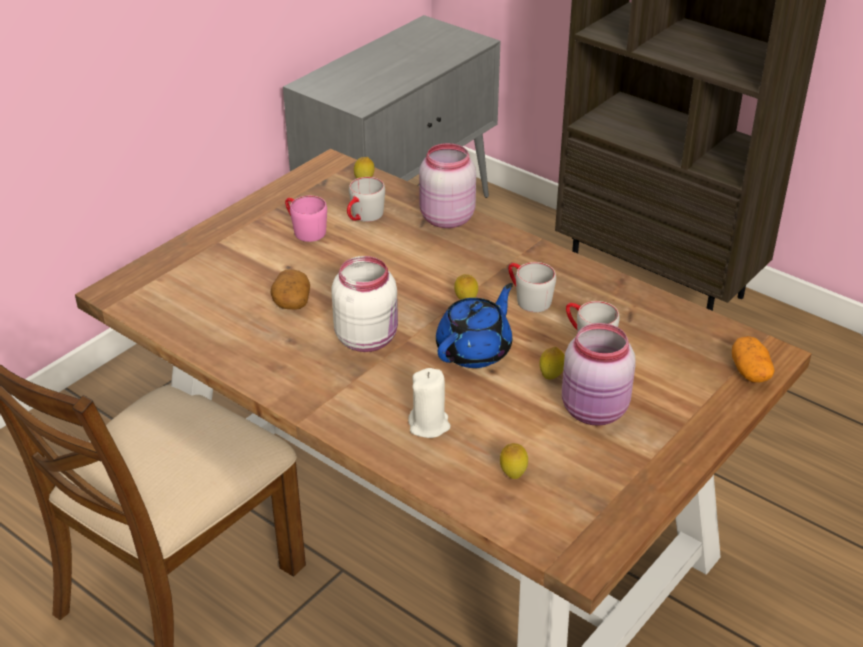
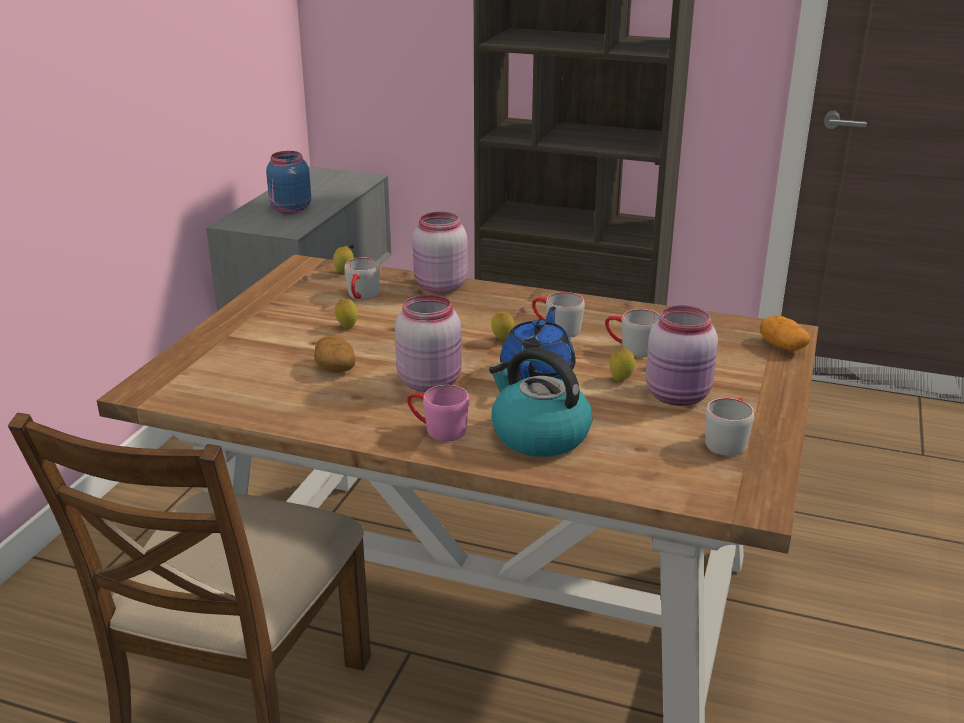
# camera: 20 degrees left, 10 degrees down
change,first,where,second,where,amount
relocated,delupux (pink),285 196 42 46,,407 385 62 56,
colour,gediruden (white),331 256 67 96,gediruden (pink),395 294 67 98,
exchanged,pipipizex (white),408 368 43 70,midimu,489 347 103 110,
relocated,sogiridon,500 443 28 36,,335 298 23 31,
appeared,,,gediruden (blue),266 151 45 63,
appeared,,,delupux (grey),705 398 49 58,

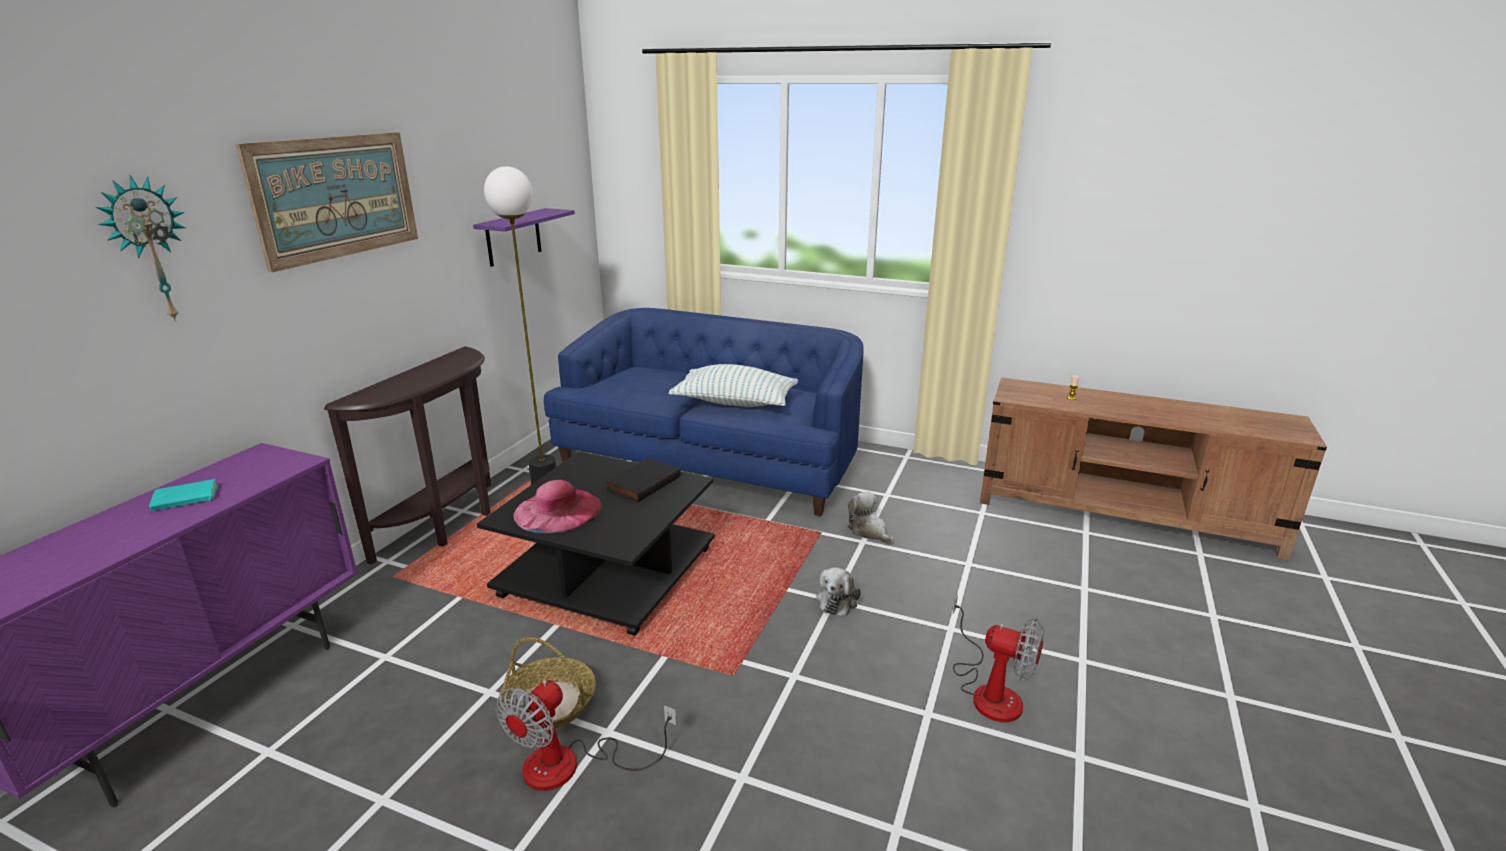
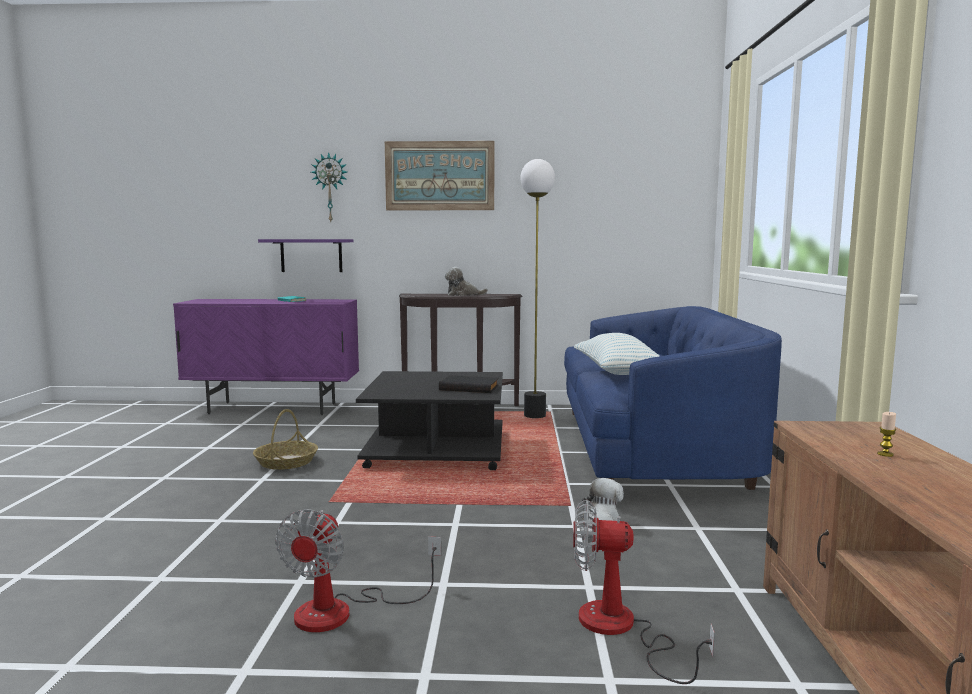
# camera: 70 degrees right, 15 degrees down
change,first,where,second,where,amount
relocated,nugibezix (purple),473 208 102 59,,258 239 96 33,
relocated,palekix,496 680 181 111,,573 500 142 184,
missing,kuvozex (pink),513 480 89 53,,,
relocated,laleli,816 567 45 50,,445 267 43 29,

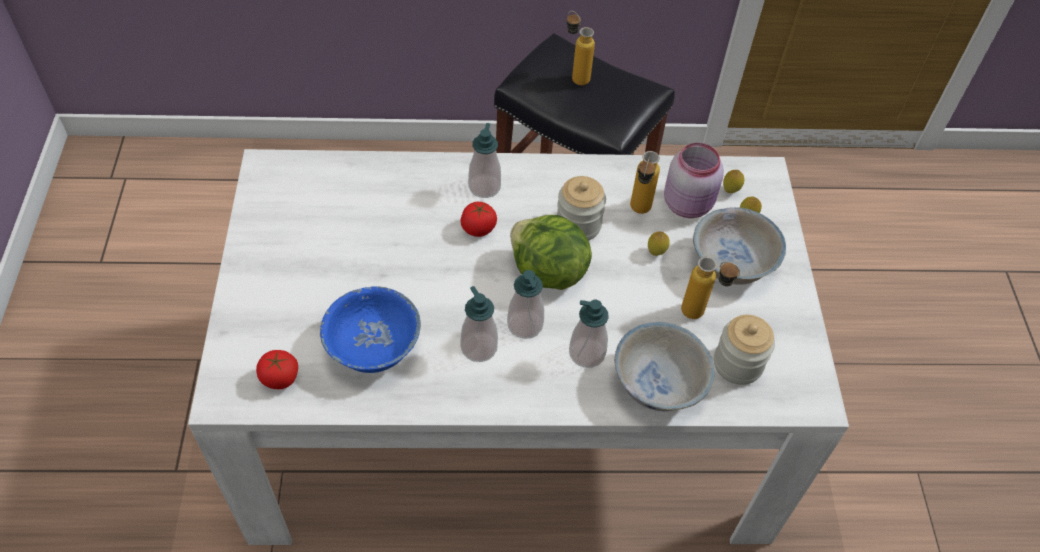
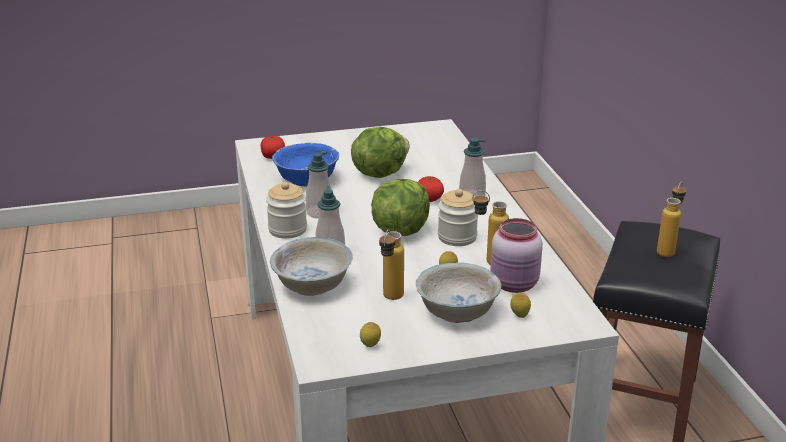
# camera: 80 degrees right, 25 degrees down
change,first,where,second,where,amount
missing,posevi,507 270 37 69,,,
relocated,gediruden,714 315 61 70,,266 182 41 57,
relocated,sogiridon,723 170 21 23,,360 322 21 25,
appeared,,,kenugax,351 127 59 51,

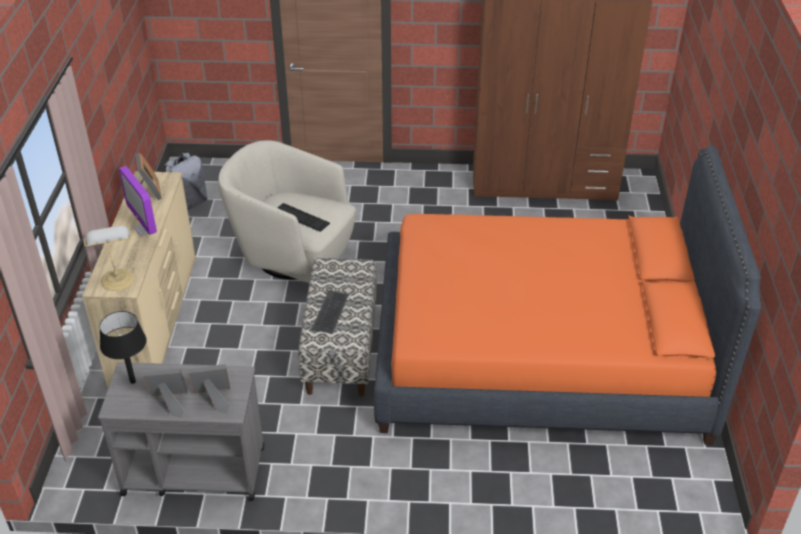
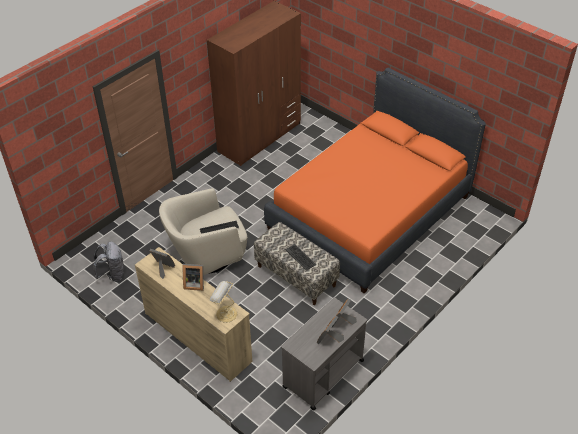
# camera: 50 degrees left, 5 degrees up
change,first,where,second,where,amount
missing,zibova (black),99 311 48 73,,,
exchanged,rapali,119 166 38 70,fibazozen,183 264 21 27,

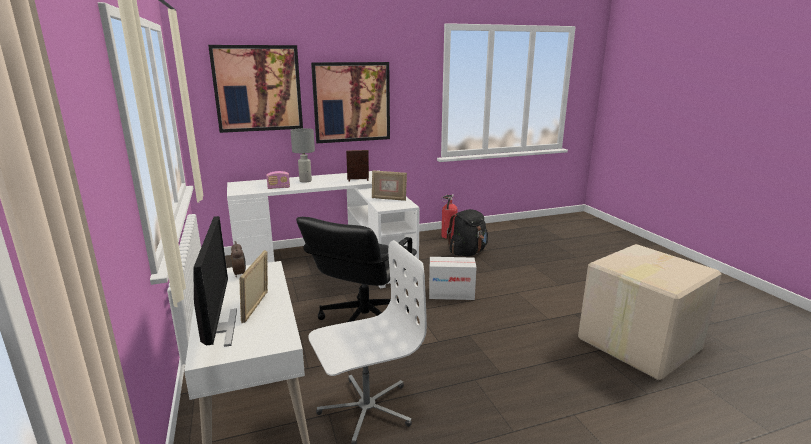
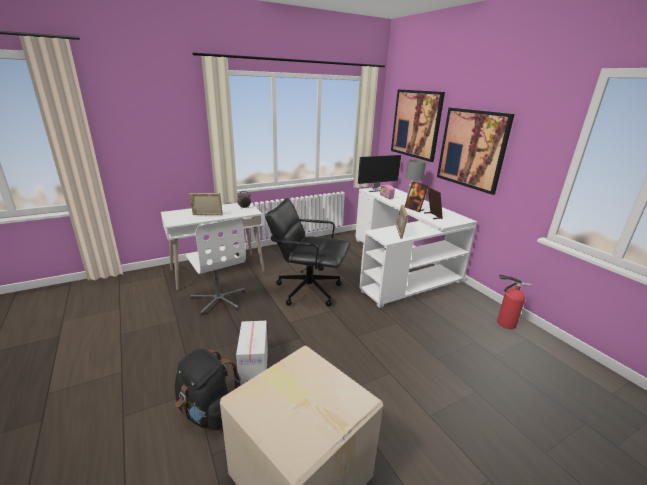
# camera: 80 degrees right, 5 degrees up
change,first,where,second,where,amount
relocated,rapali,193 216 44 131,,358 155 43 37,
relocated,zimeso,429 257 48 43,,236 321 32 65,
relocated,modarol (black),447 209 41 47,,175 349 66 81,
appeared,,,fibazozen,405 181 23 31,

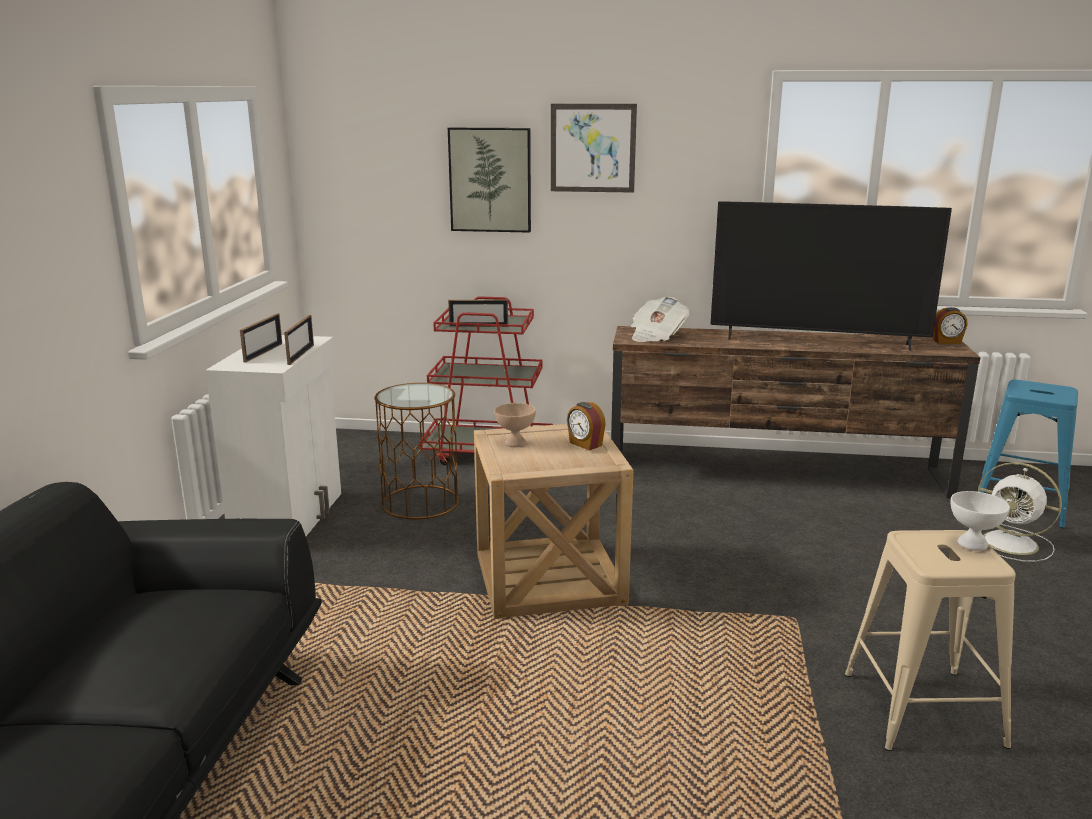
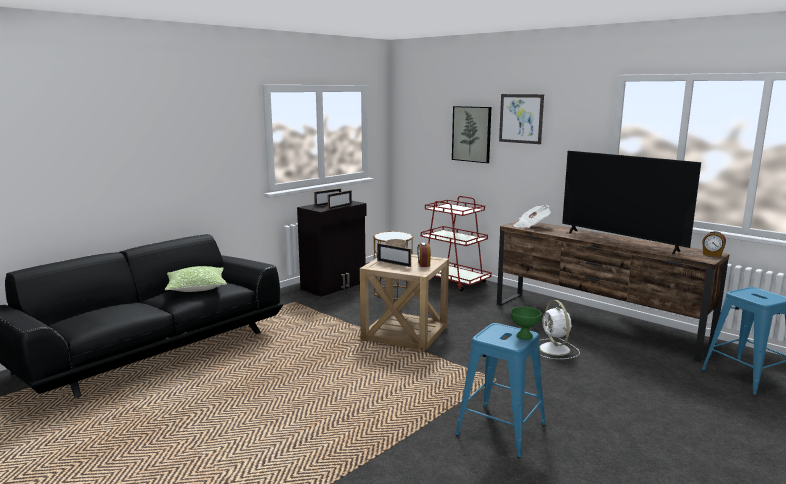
# camera: 35 degrees right, 5 degrees down
change,first,where,second,where,amount
colour,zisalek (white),205 335 136 201,zisalek (black),297 201 70 96,
relocated,fibazozen,448 299 60 28,,377 243 34 24,
colour,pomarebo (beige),845 530 171 221,pomarebo (blue),455 323 91 135,
colour,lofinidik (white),951 491 59 60,lofinidik (green),511 307 31 33,
relocated,palekix (white),978 462 84 100,,539 300 41 59,
appeared,,,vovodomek,165 266 62 26,

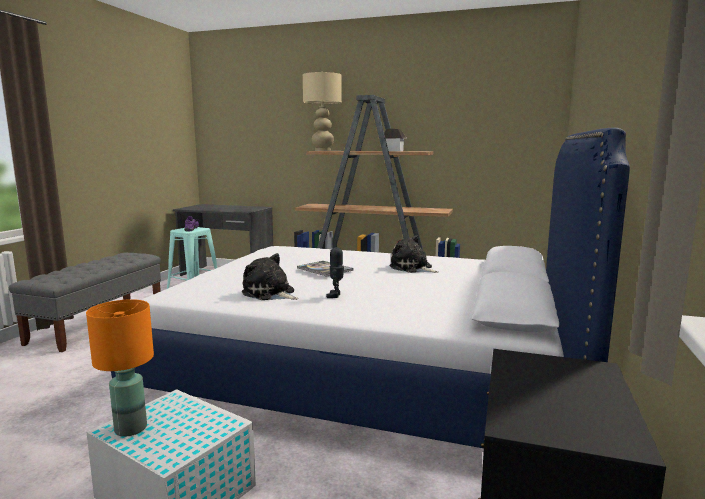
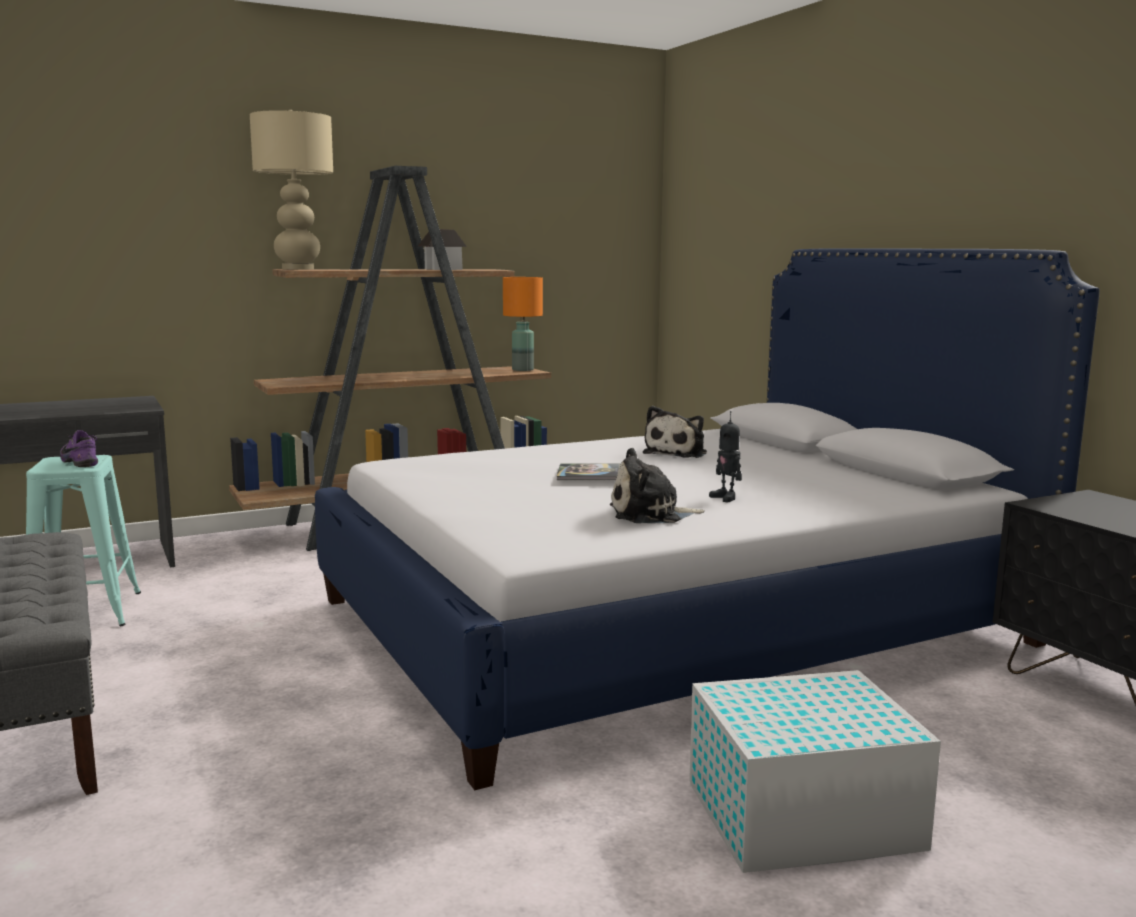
# camera: 45 degrees left, 0 degrees up
change,first,where,second,where,amount
relocated,zibova (orange),86 299 68 138,,503 277 40 94,
spun,laleli,389 235 50 38,,643 406 64 52,60 degrees counterclockwise

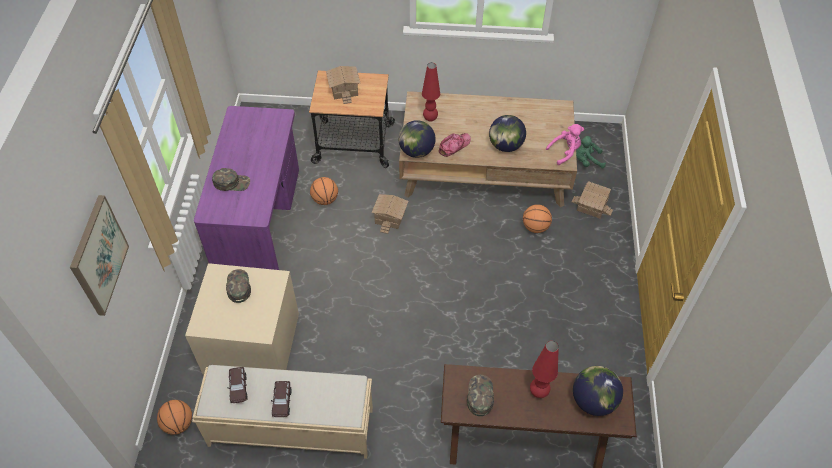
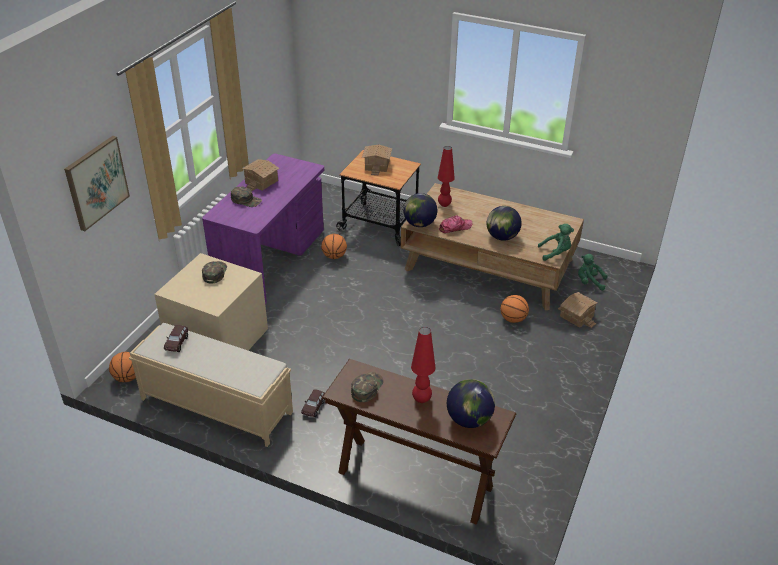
# camera: 20 degrees right, 15 degrees down
change,first,where,second,where,amount
relocated,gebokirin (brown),271 381 20 36,,301 389 24 28,
relocated,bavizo,371 194 38 40,,242 159 38 32,
colour,laleli (pink),546 124 38 41,laleli (green),538 224 36 37,

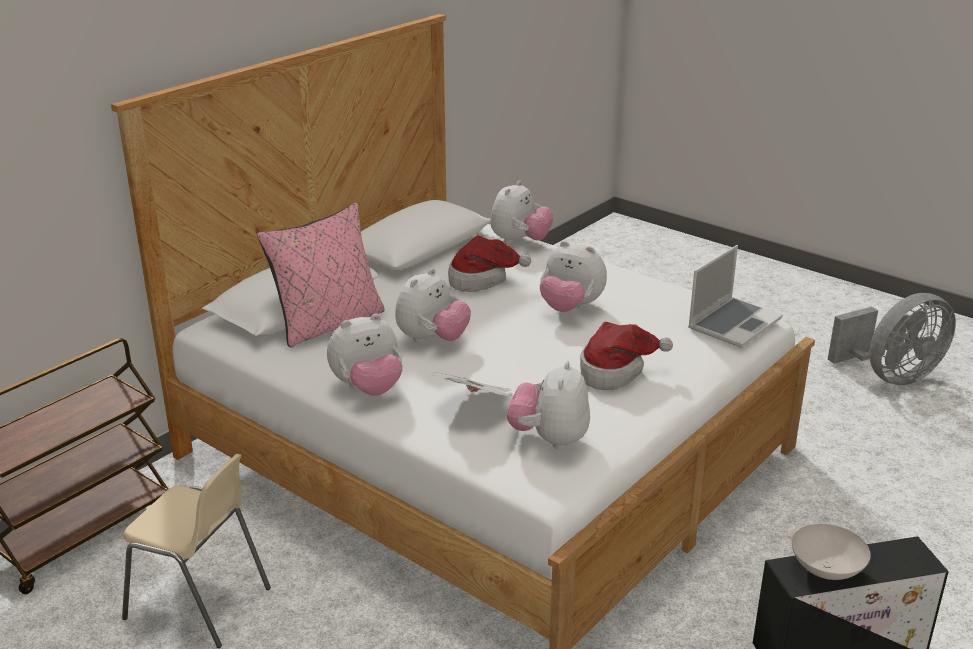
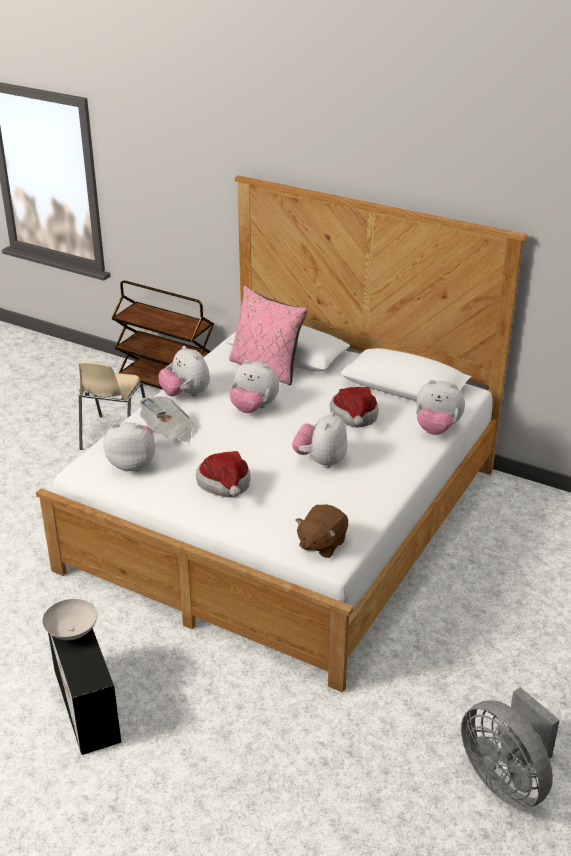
# camera: 80 degrees right, 5 degrees up
change,first,where,second,where,amount
exchanged,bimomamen,688 245 95 103,laleli (brown),296 504 52 54,

